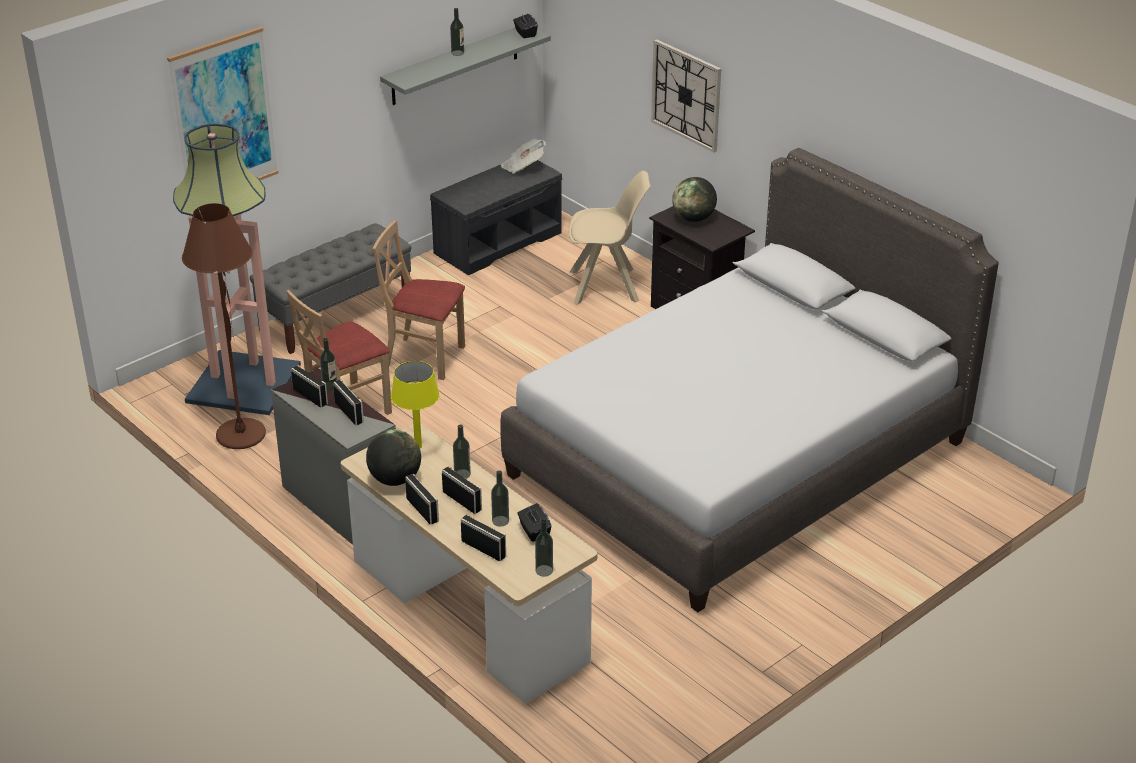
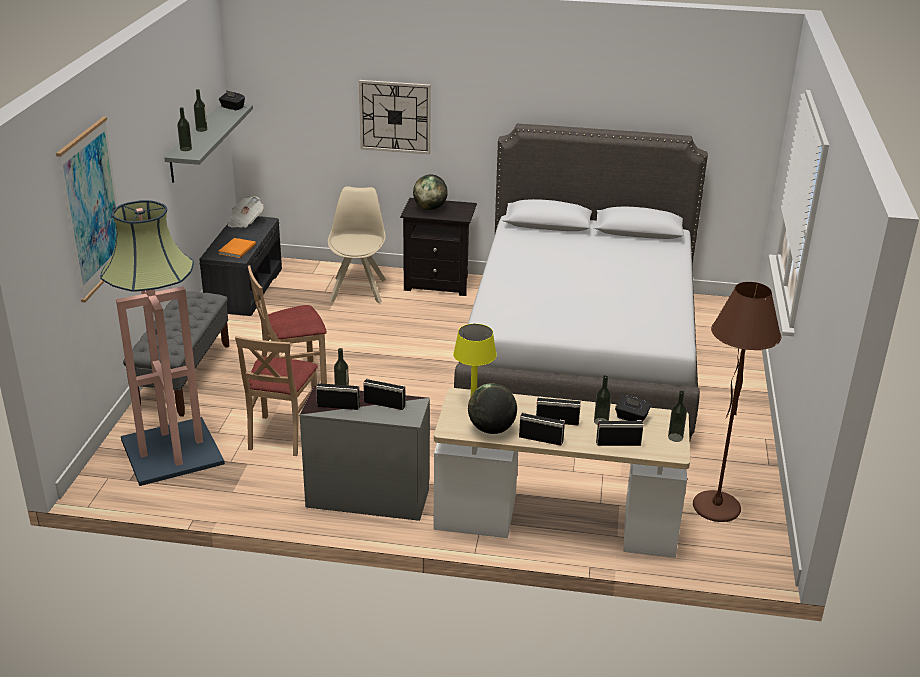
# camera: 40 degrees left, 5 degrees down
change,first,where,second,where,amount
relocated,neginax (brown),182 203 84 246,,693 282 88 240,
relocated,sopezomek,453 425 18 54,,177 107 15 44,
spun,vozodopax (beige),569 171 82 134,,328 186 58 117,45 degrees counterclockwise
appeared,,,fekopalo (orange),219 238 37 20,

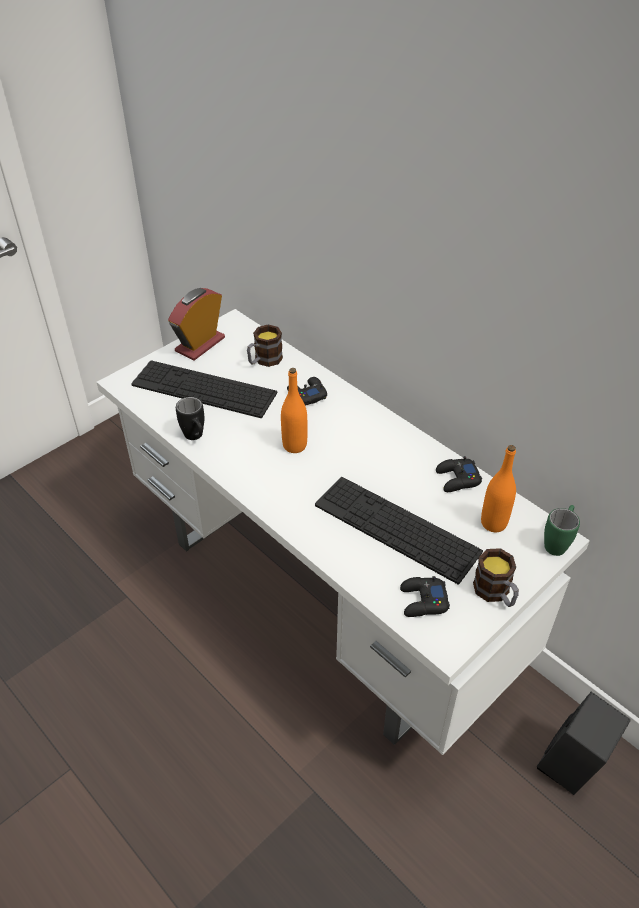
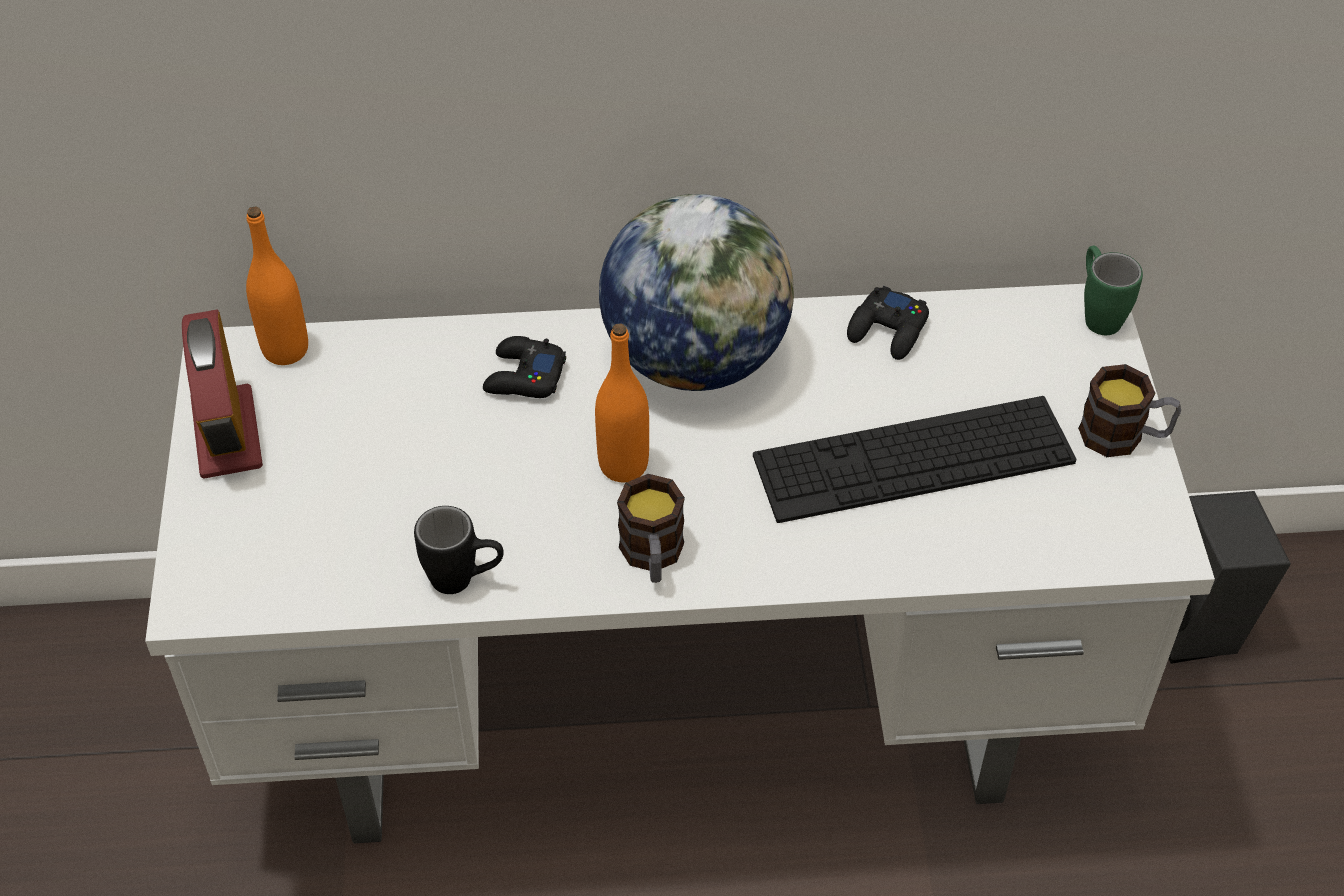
# camera: 50 degrees left, 5 degrees up
change,first,where,second,where,amount
missing,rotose,131 360 147 58,,,
relocated,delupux,247 324 36 43,,617 474 68 109,
missing,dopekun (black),400 576 50 41,,,
relocated,sopezomek (orange),481 445 35 87,,246 206 62 159,
appeared,,,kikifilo,599 194 195 197,

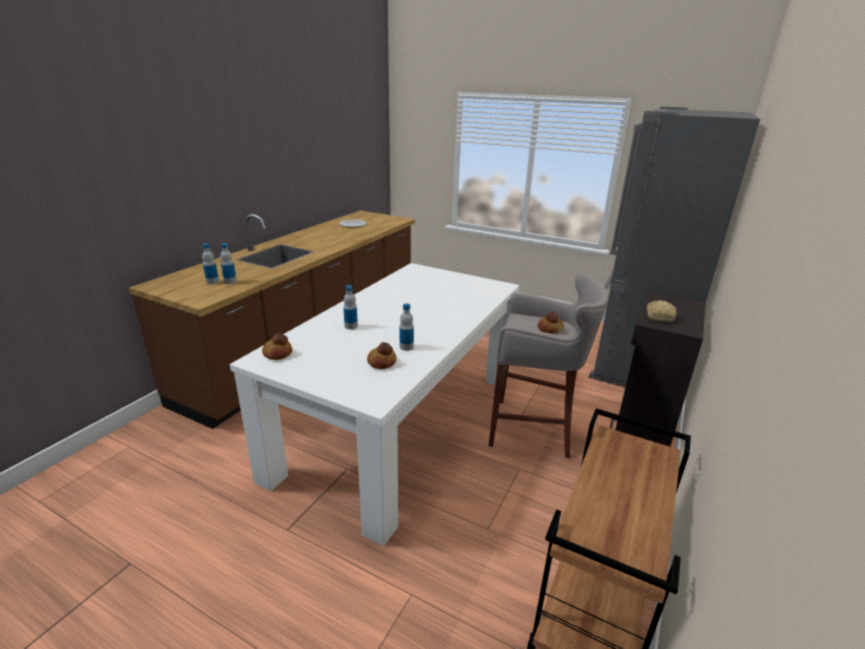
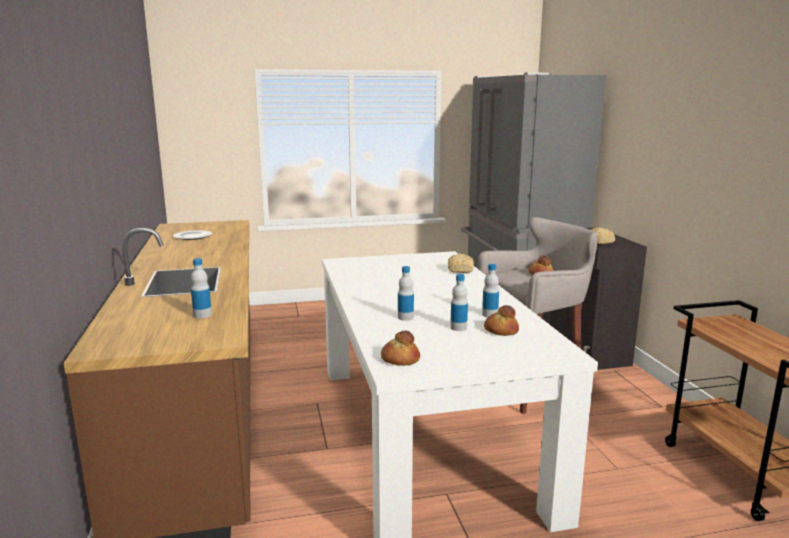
# camera: 40 degrees left, 10 degrees down
change,first,where,second,where,amount
relocated,sopezomek,202 243 17 41,,450 274 18 57,
appeared,,,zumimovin,448 254 26 19,

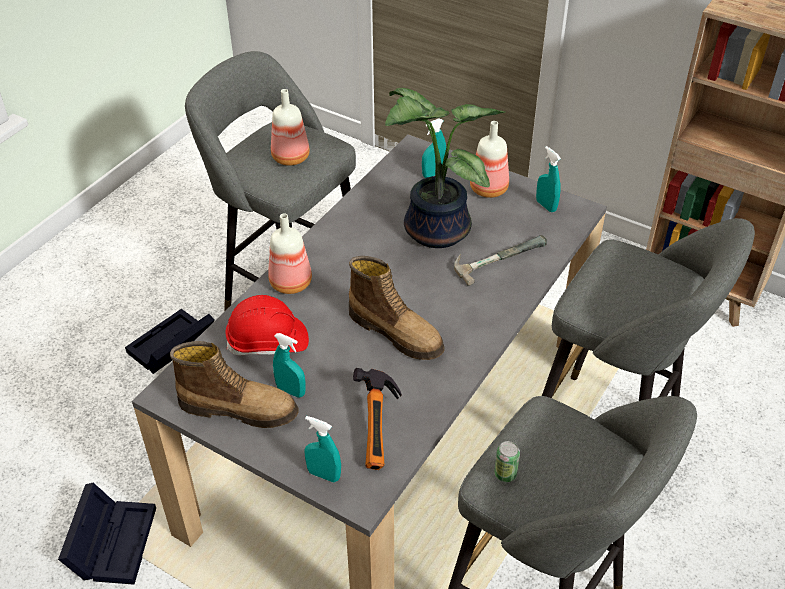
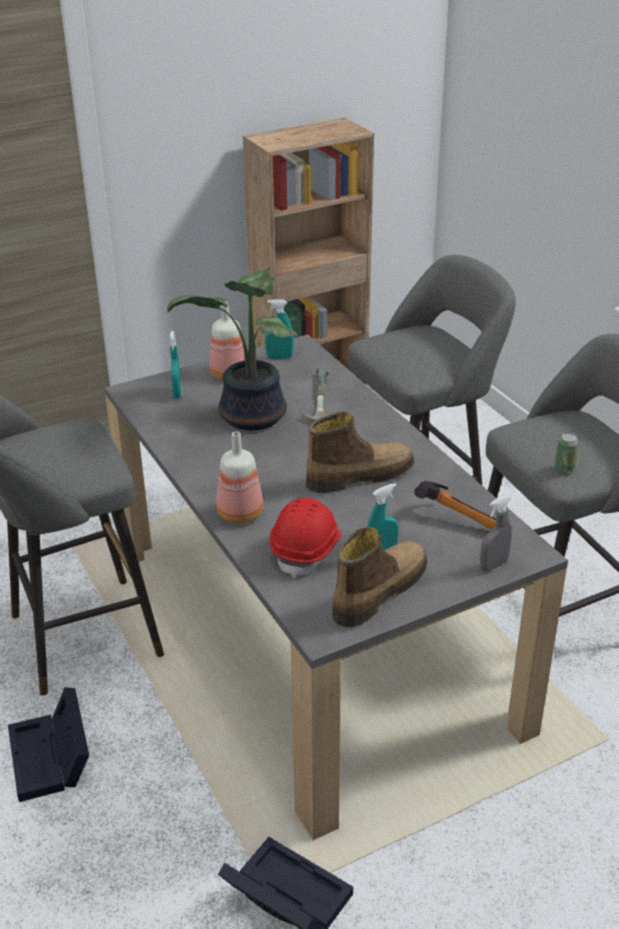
# camera: 60 degrees left, 10 degrees down
change,first,where,second,where,amount
missing,sopezomek,271 89 39 77,,,
colour,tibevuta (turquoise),305 416 36 66,tibevuta (grey),480 495 32 76,

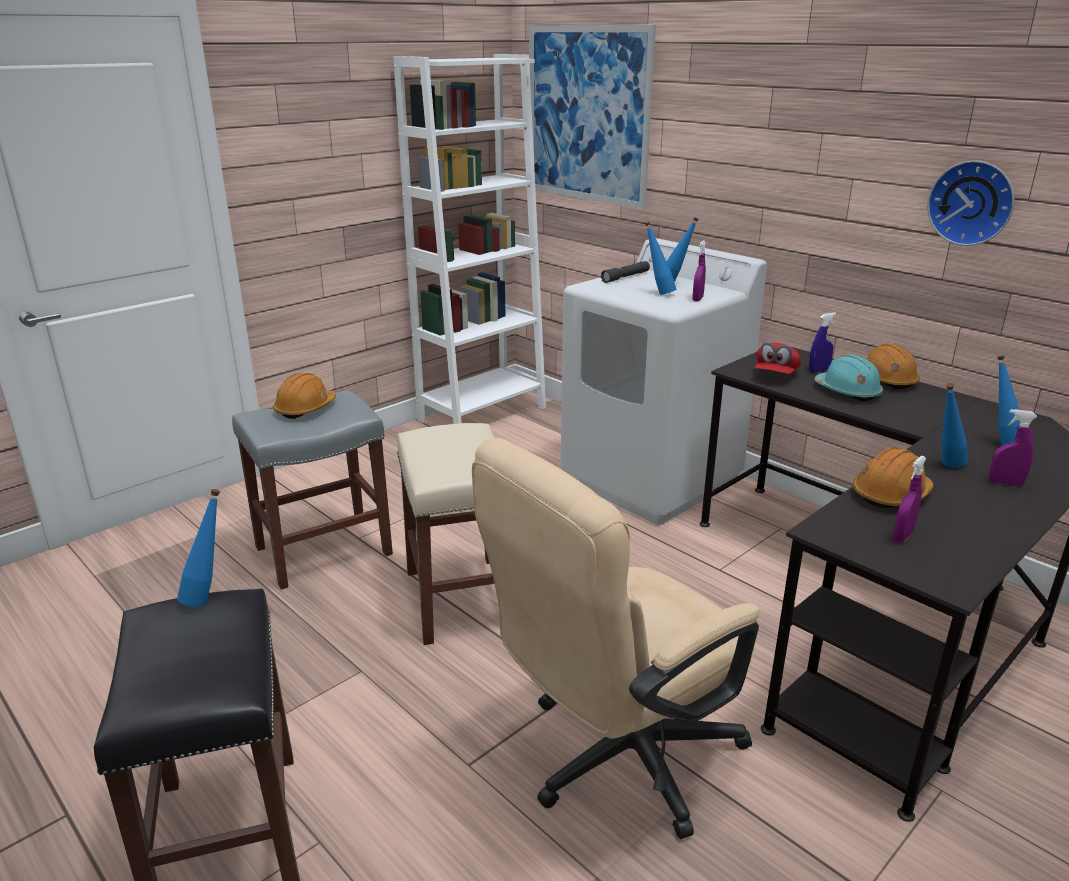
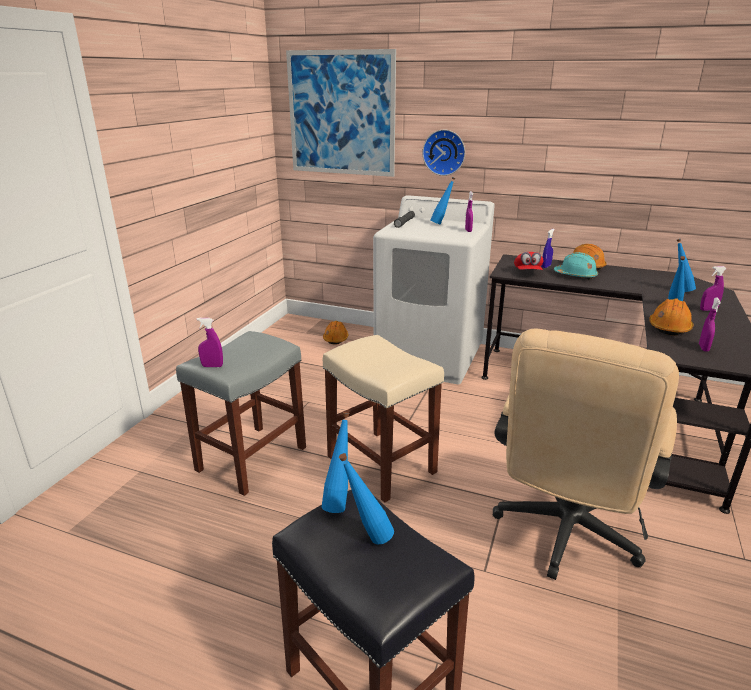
# camera: 25 degrees left, 0 degrees up
change,first,where,second,where,amount
relocated,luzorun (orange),273 373 63 46,,323 321 26 24,
missing,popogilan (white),393 54 153 370,,,
relocated,sopezomek (blue),645 222 31 73,,339 453 55 92,
relocated,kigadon,927 160 88 86,,422 130 43 46,
appeared,,,tibevuta (purple),197 318 26 49,

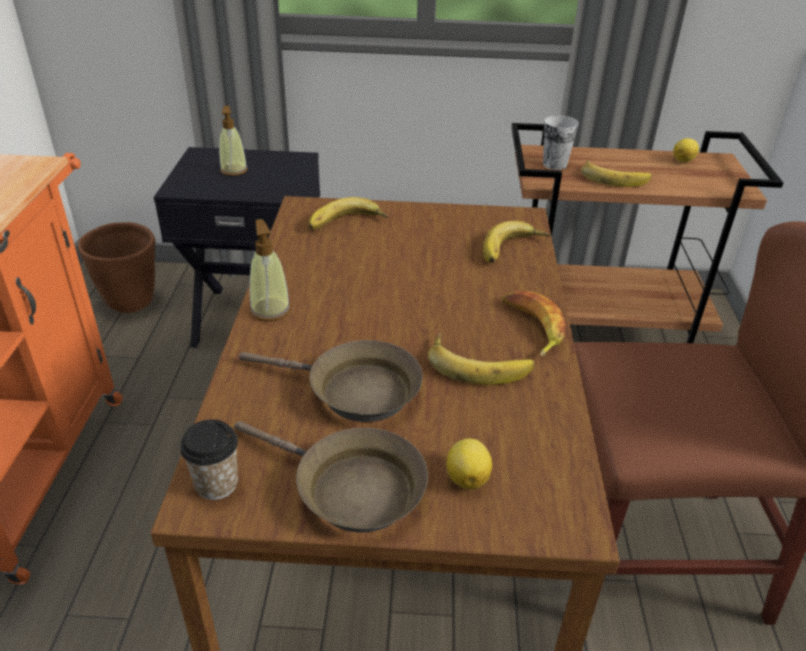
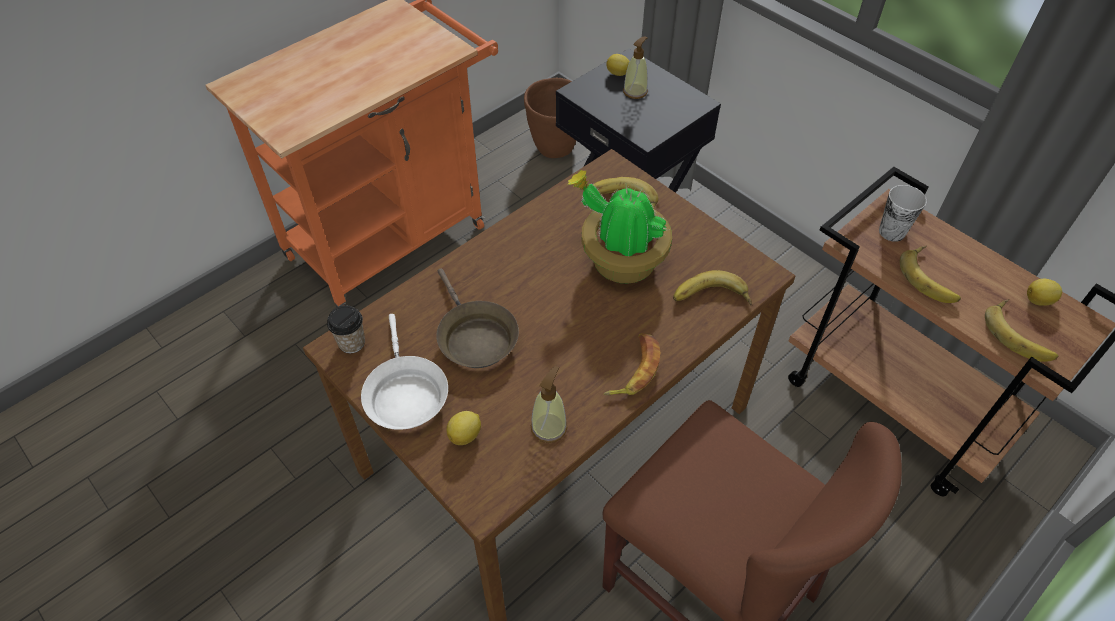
# camera: 45 degrees right, 15 degrees up
change,first,where,second,where,amount
colour,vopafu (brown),234 421 194 112,vopafu (white),361 314 87 116,
relocated,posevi,250 219 41 102,,531 366 36 77,
relocated,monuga,428 332 106 53,,985 299 73 63,
appeared,,,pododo,568 170 104 114,
appeared,,,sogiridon,606 54 24 22,

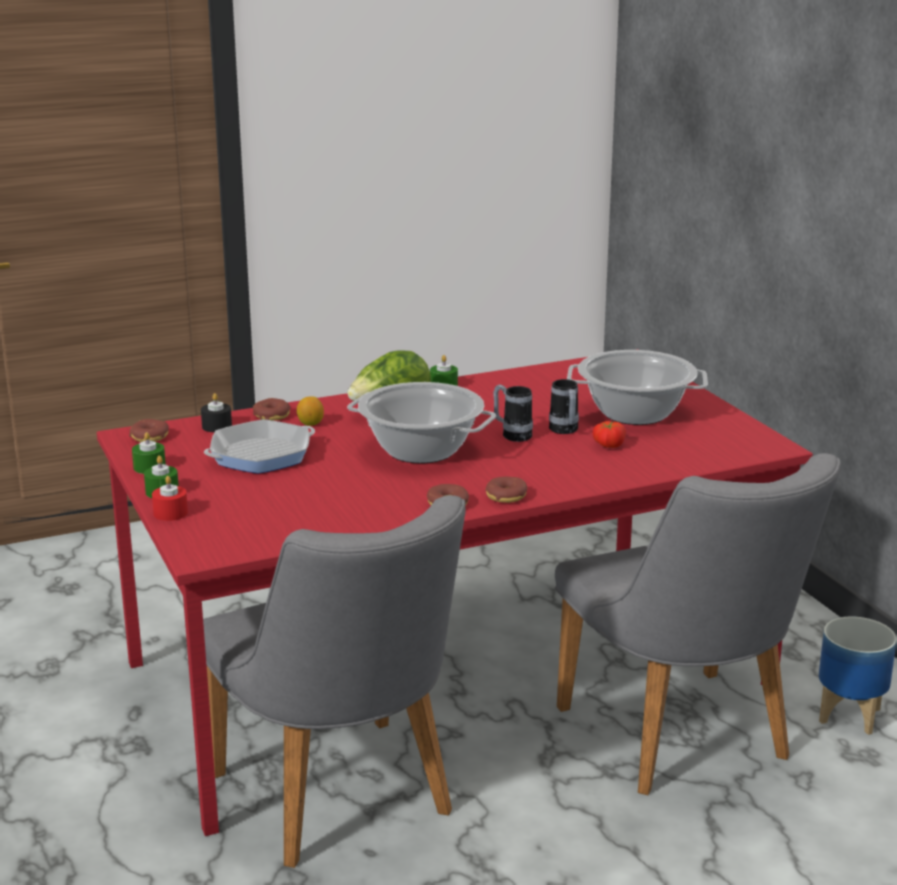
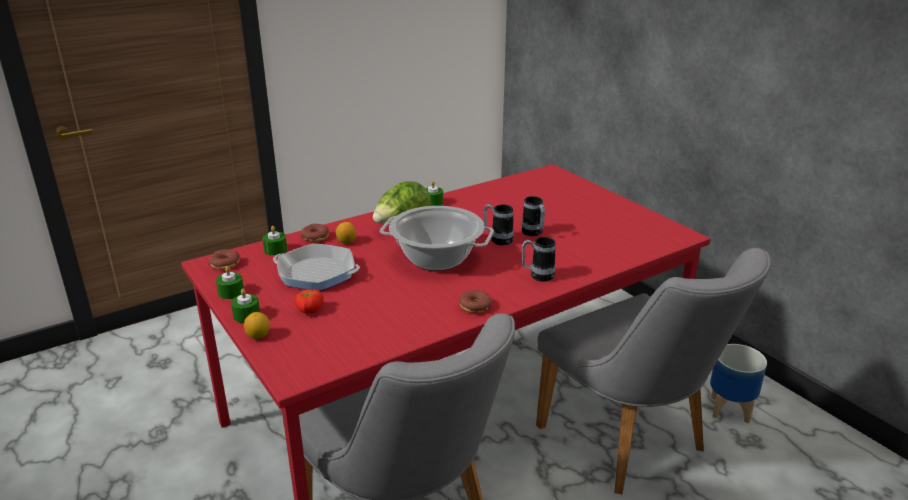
# camera: 10 degrees left, 5 degrees up
change,first,where,second,where,amount
exchanged,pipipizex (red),152 476 36 45,sogiridon,244 312 26 27,
colour,pipipizex (black),201 393 31 39,pipipizex (green),262 226 25 30,
spun,vopafu,204 419 111 55,,273 243 87 48,120 degrees counterclockwise
missing,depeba,485 477 42 26,,,
missing,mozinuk,567 350 141 75,,,
relocated,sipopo,592 421 34 27,,295 289 29 25,
appeared,,,delupux,522 237 34 45,

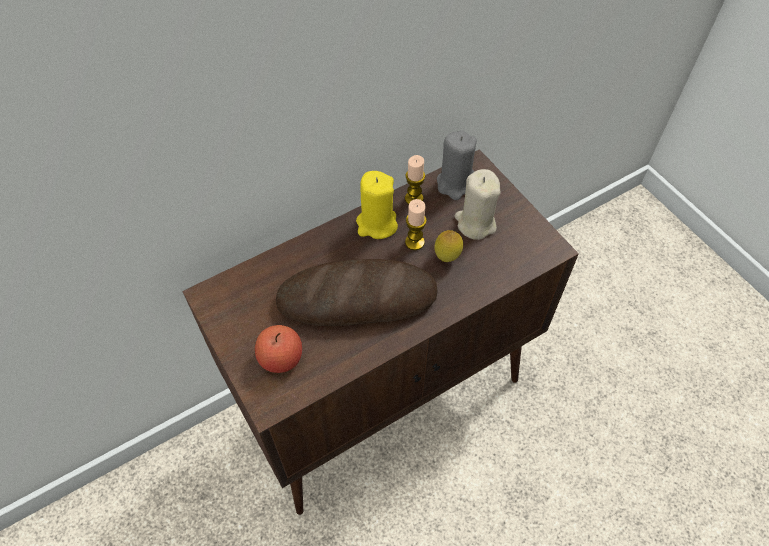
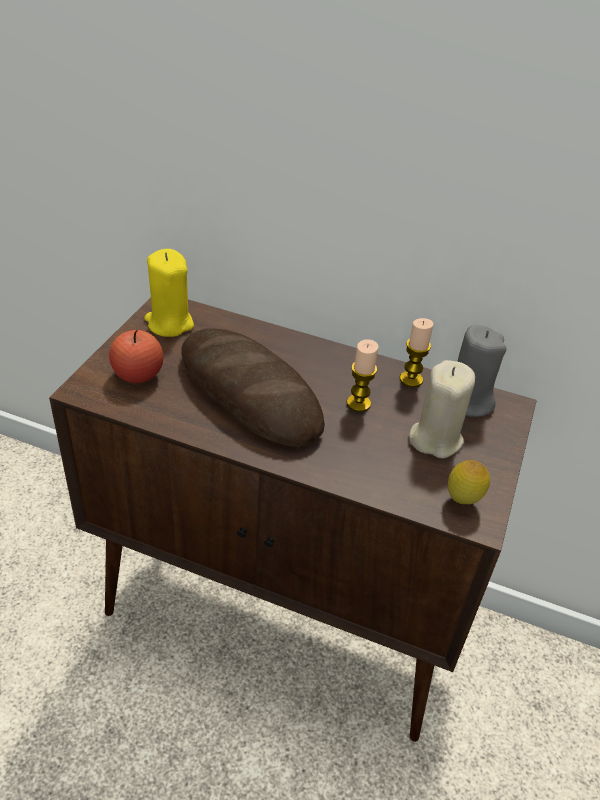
# camera: 50 degrees right, 15 degrees down
change,first,where,second,where,amount
relocated,pipipizex (yellow),356 171 42 68,,144 249 50 88,
relocated,sogiridon,434 230 29 32,,448 460 42 44,

